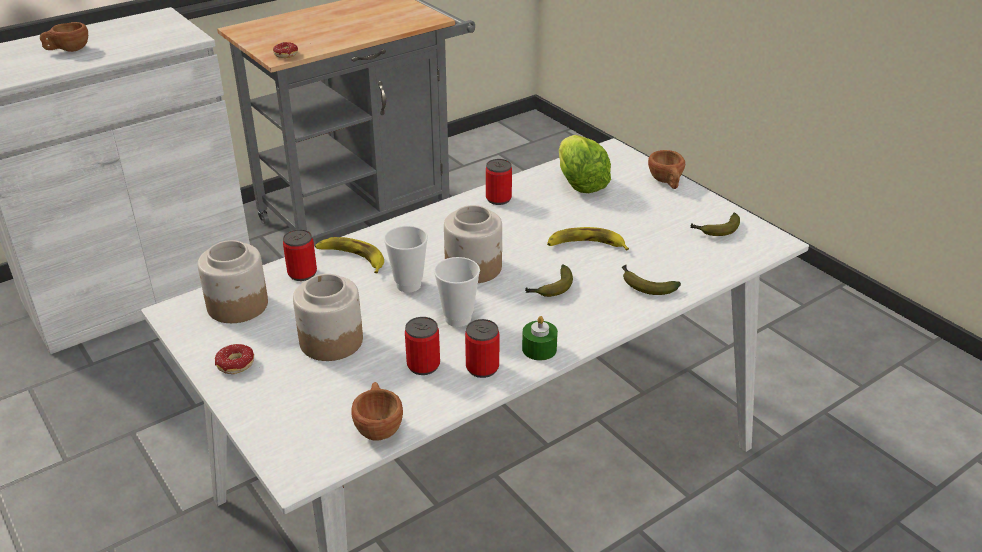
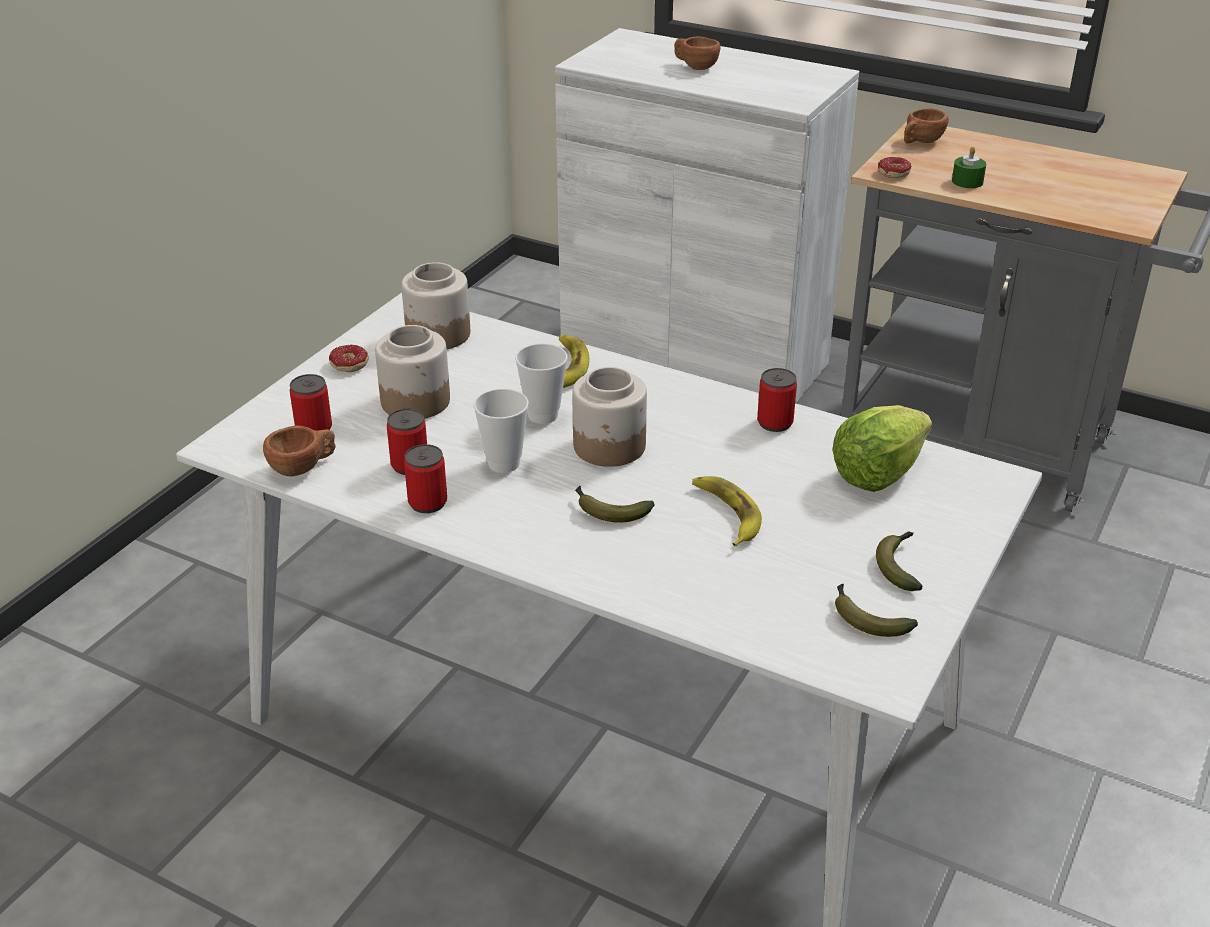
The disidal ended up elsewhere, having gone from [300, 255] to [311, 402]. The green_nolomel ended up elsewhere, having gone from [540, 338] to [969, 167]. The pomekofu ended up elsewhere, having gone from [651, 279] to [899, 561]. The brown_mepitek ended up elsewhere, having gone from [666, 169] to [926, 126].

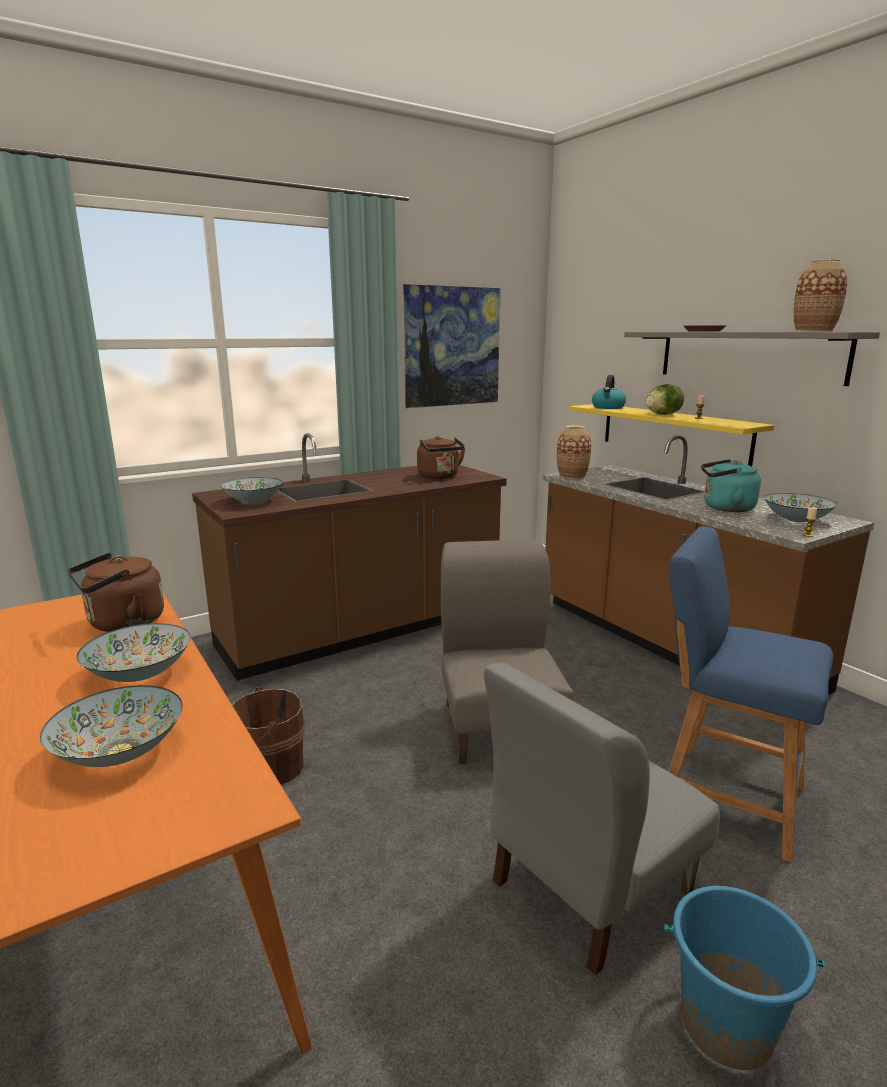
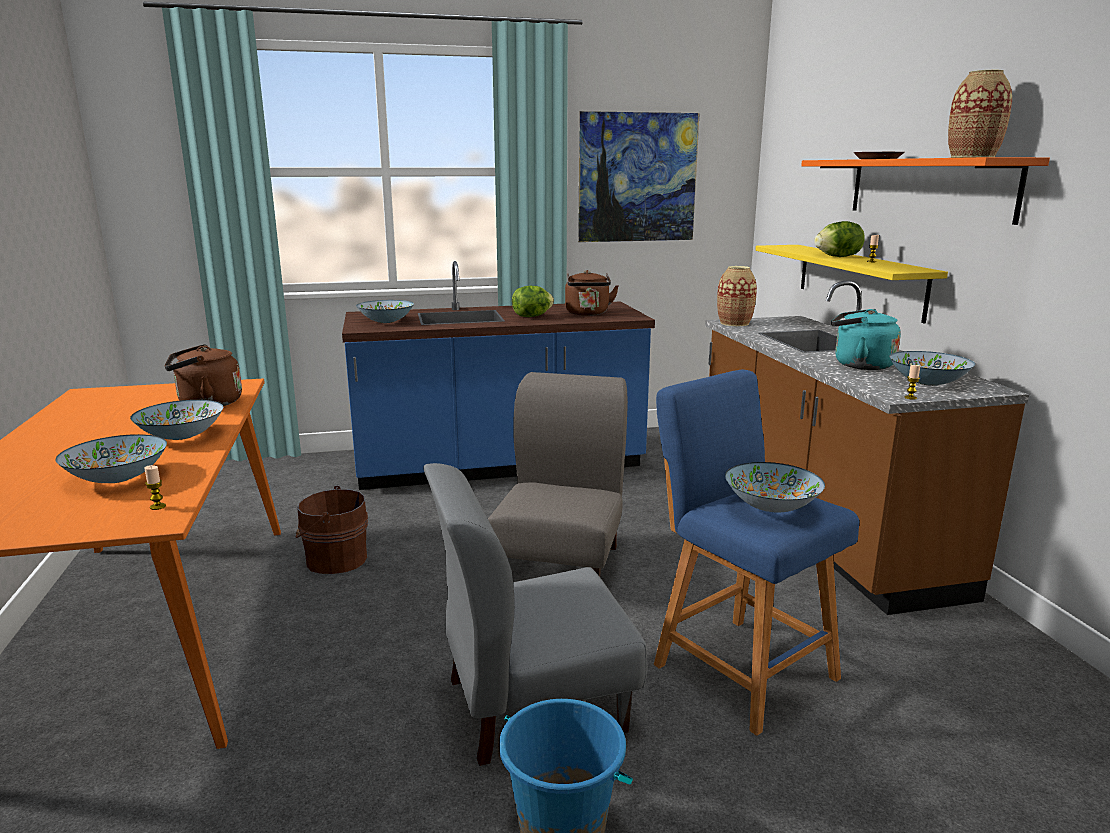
The second view lost the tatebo at [609, 392]. The second view gained the nolomel at [155, 487]. The second view gained the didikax at [533, 301]. The second view gained the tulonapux at [775, 487]. What was the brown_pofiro at [349, 557] turned into the blue_pofiro at [498, 375]. What was the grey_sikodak at [752, 359] turned into the orange_sikodak at [925, 191].

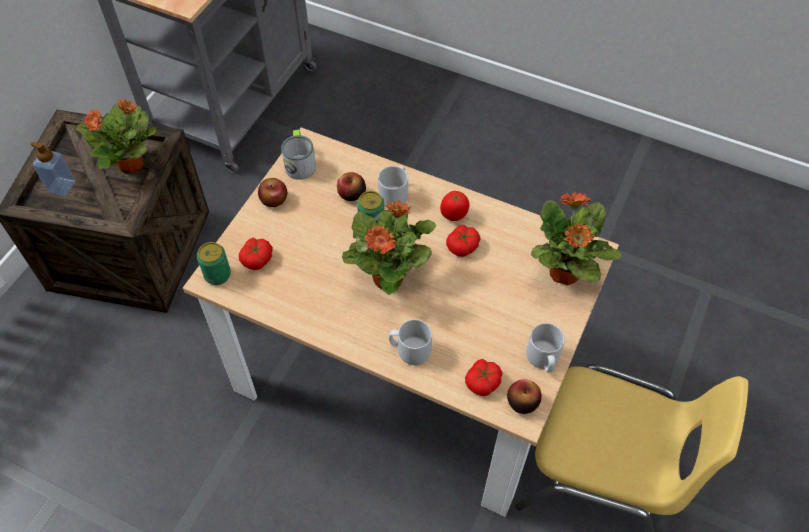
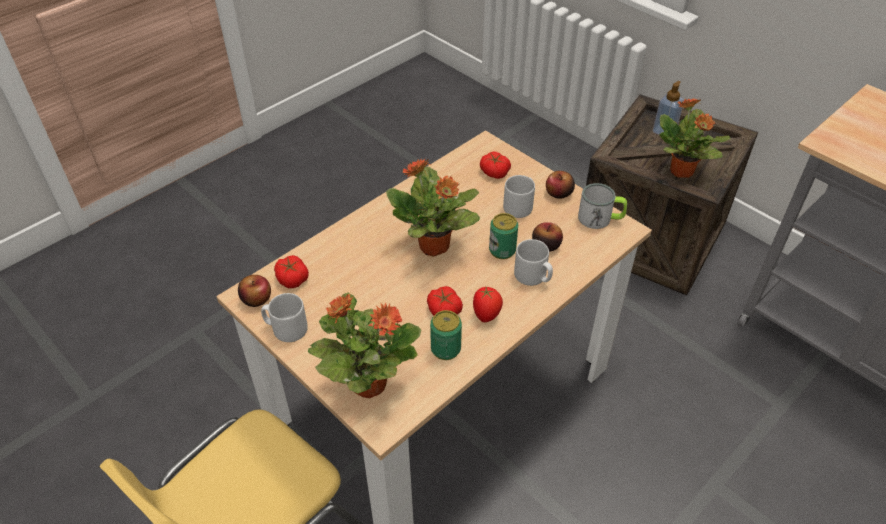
The disidal ended up elsewhere, having gone from [214, 263] to [446, 335]. The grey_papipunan ended up elsewhere, having gone from [410, 342] to [519, 196].

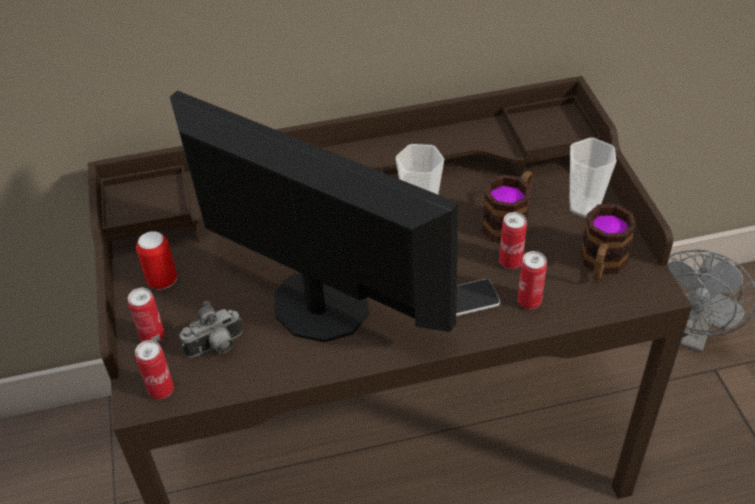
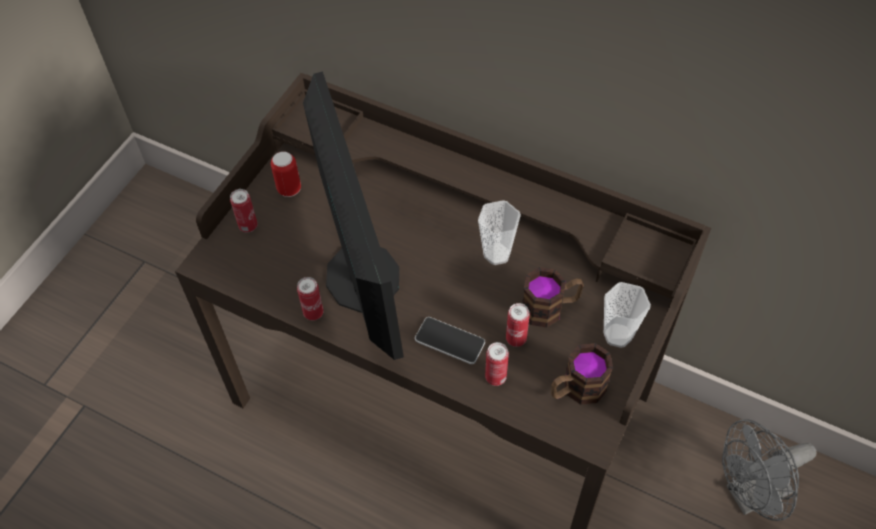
The second view lost the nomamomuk at [210, 329]. The disidal ended up elsewhere, having gone from [154, 369] to [310, 299].

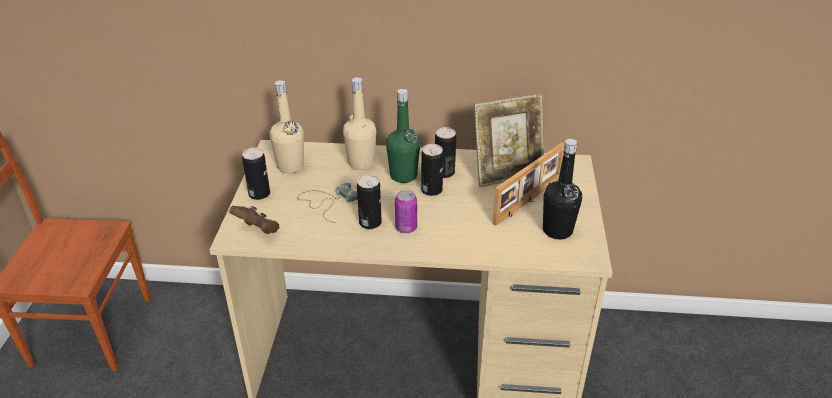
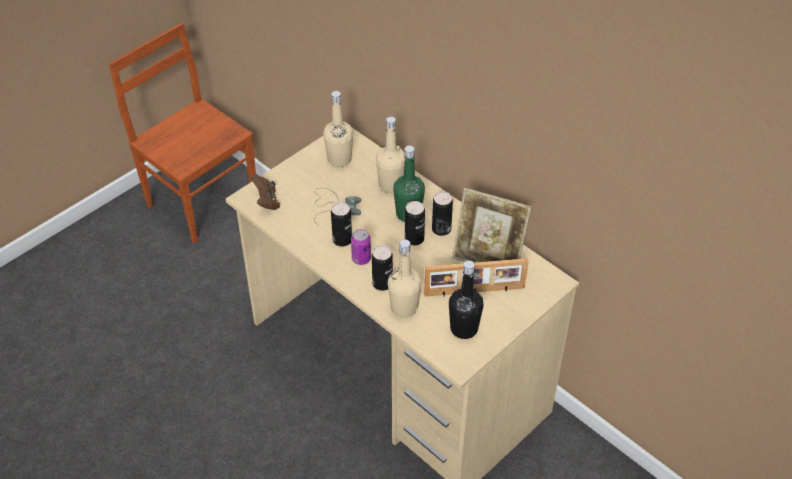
The second view gained the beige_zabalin at [405, 278]. The disidal ended up elsewhere, having gone from [256, 173] to [382, 268].

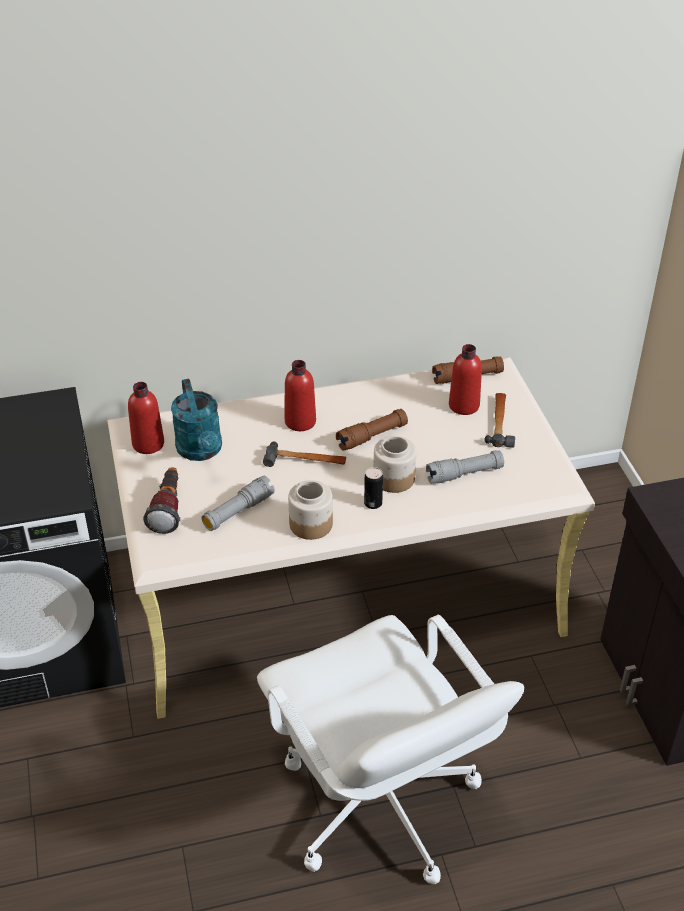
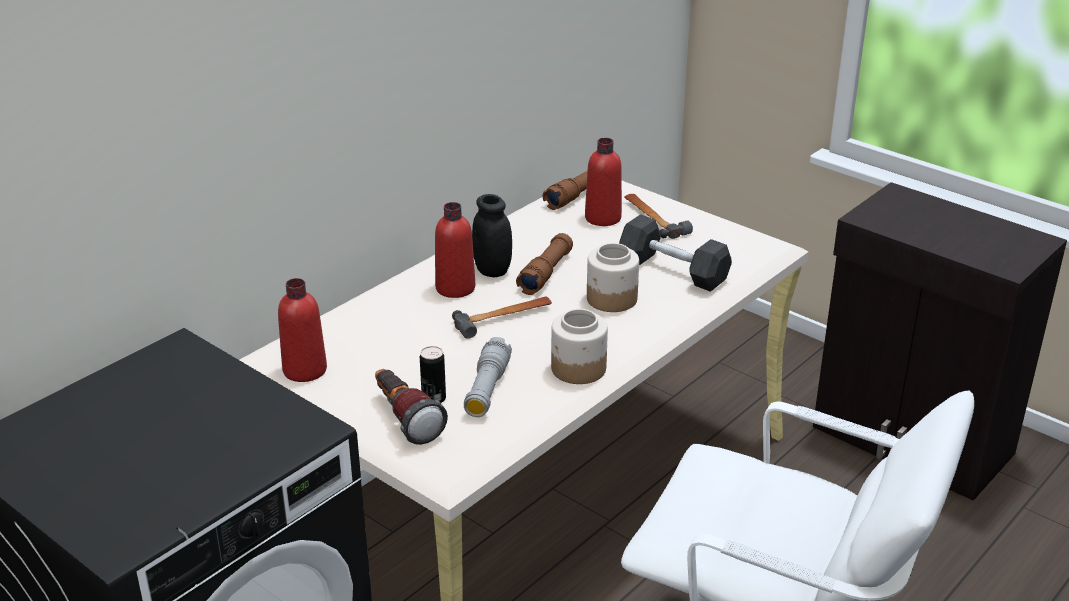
The second view lost the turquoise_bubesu at [196, 420]. The second view gained the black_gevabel at [492, 235]. The disidal ended up elsewhere, having gone from [373, 488] to [433, 374]. Where the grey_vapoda stood at [465, 467], the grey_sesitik came to stand at [675, 253].

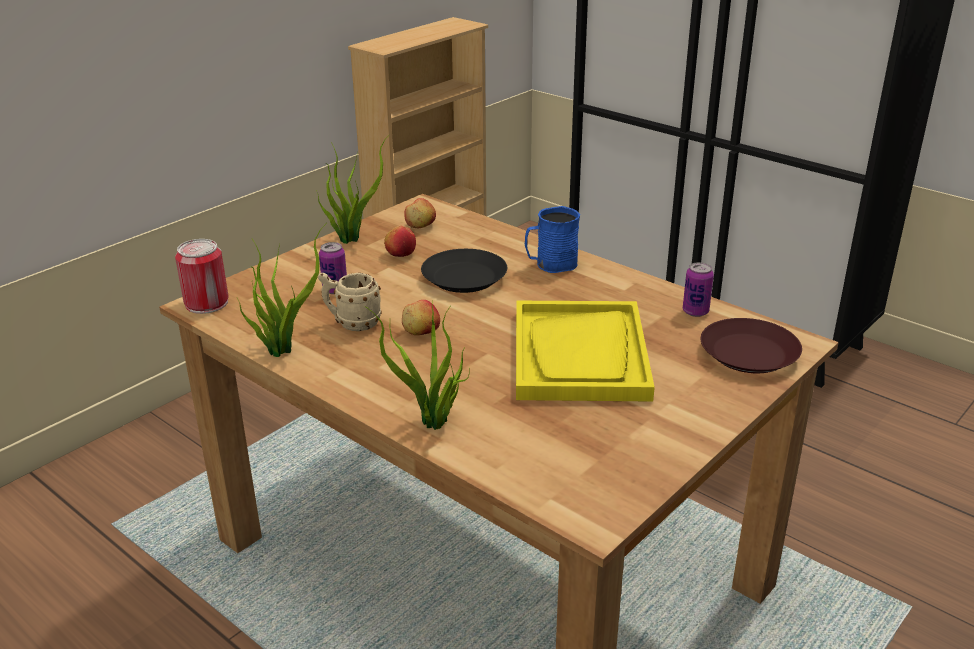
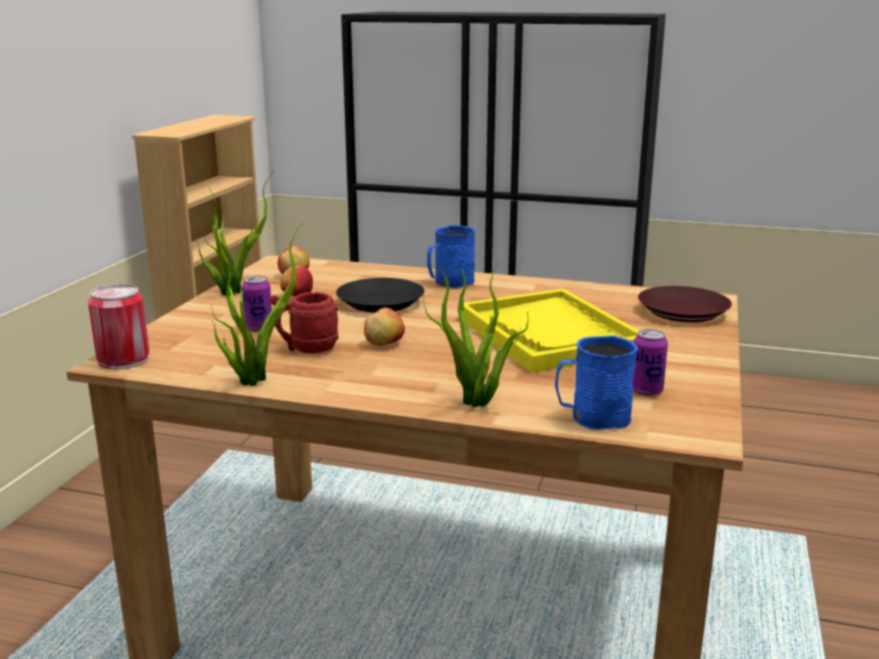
The second view gained the blue_papipunan at [596, 382]. The disidal ended up elsewhere, having gone from [698, 289] to [650, 362]. What was the beige_papipunan at [350, 302] turned into the red_papipunan at [304, 322].

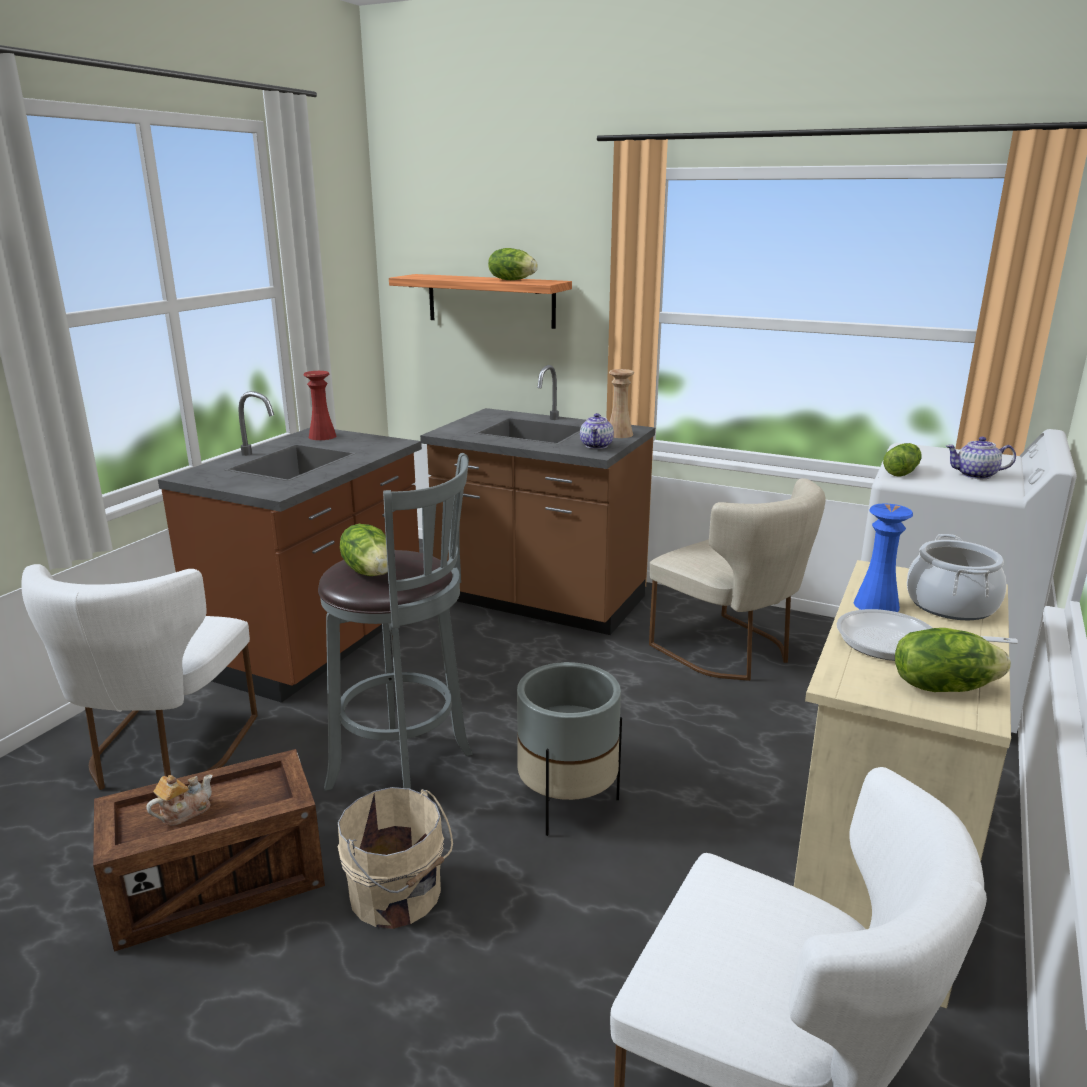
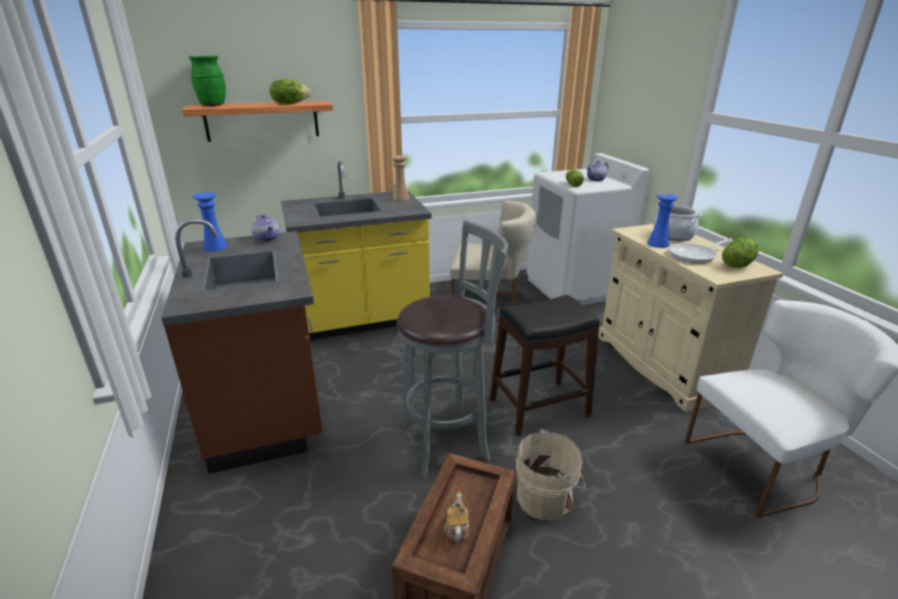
The second view lost the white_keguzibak at [139, 677]. The second view lost the didikax at [364, 550]. The second view gained the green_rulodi at [207, 81]. The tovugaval ended up elsewhere, having gone from [597, 431] to [265, 228]. Where the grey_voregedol stood at [569, 749], the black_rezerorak came to stand at [545, 365]. What was the red_rulodi at [319, 405] turned into the blue_rulodi at [210, 221]. What was the brown_pofiro at [537, 500] turned into the yellow_pofiro at [356, 250].

